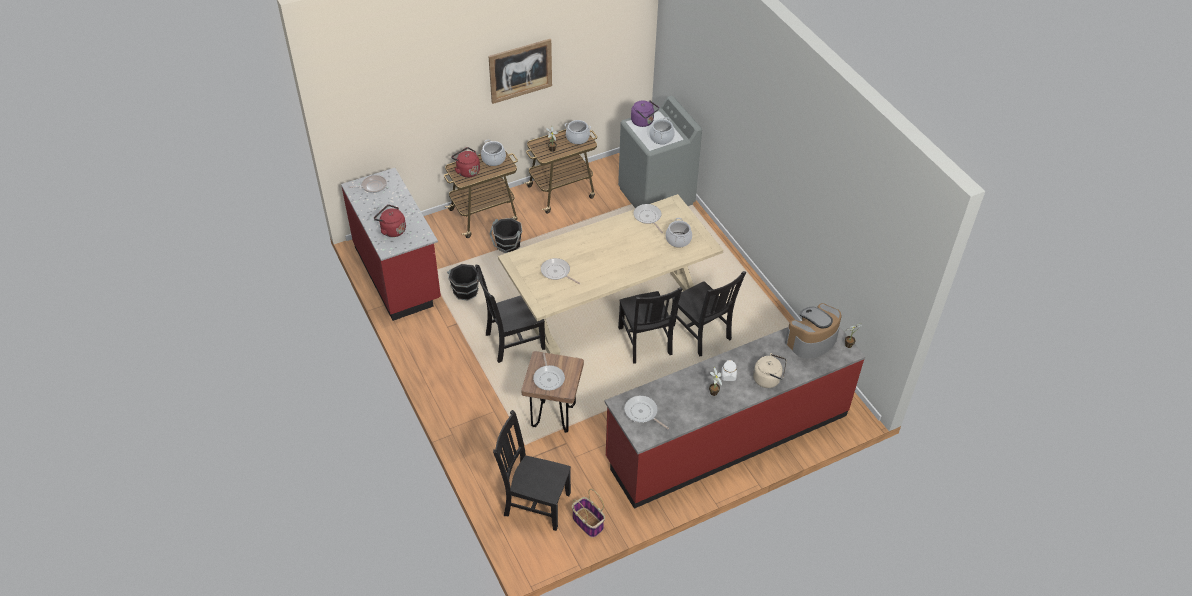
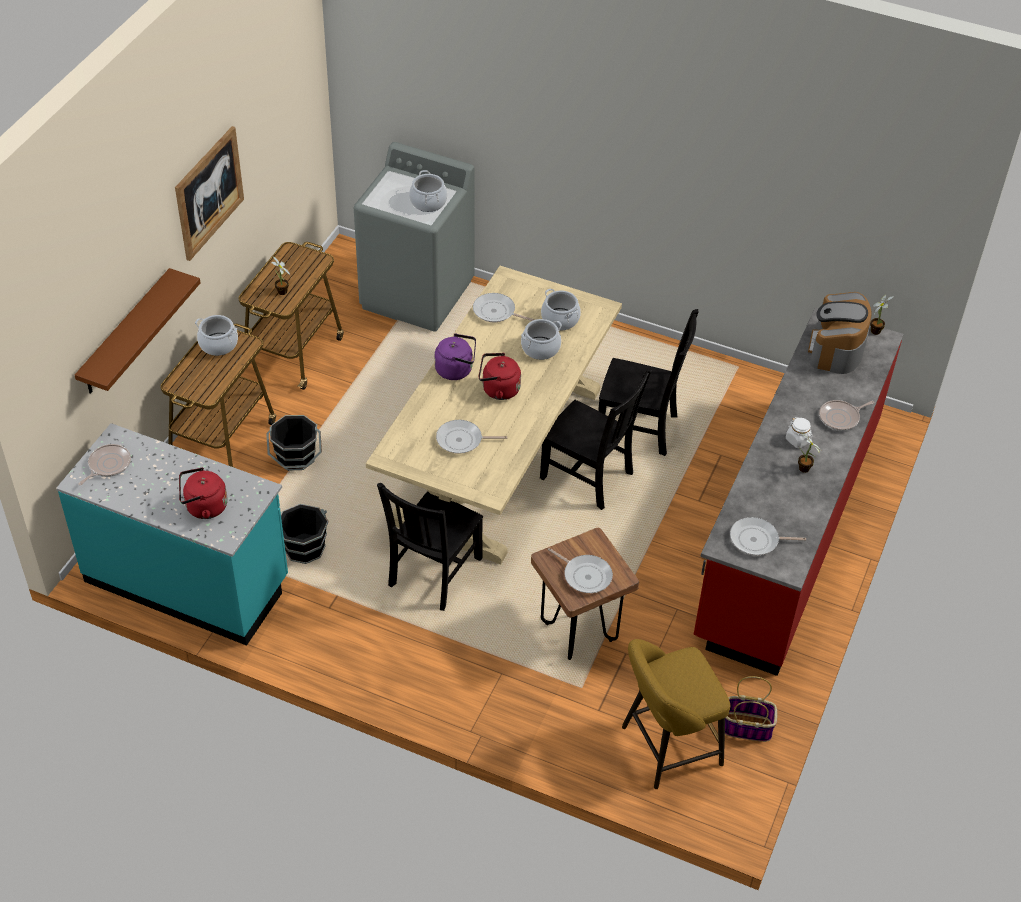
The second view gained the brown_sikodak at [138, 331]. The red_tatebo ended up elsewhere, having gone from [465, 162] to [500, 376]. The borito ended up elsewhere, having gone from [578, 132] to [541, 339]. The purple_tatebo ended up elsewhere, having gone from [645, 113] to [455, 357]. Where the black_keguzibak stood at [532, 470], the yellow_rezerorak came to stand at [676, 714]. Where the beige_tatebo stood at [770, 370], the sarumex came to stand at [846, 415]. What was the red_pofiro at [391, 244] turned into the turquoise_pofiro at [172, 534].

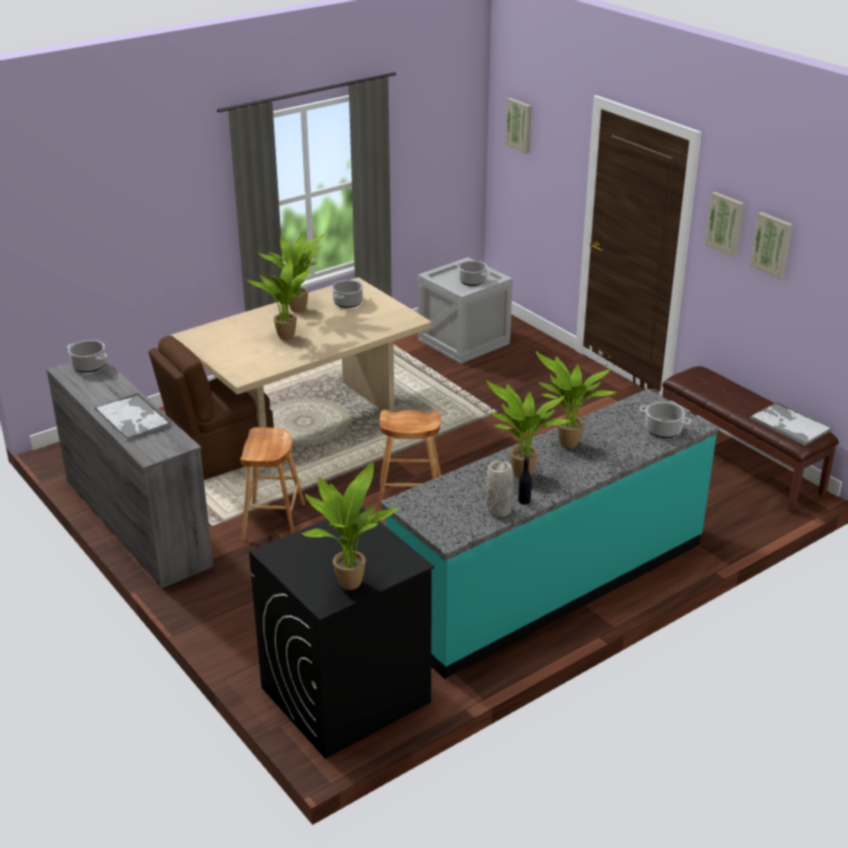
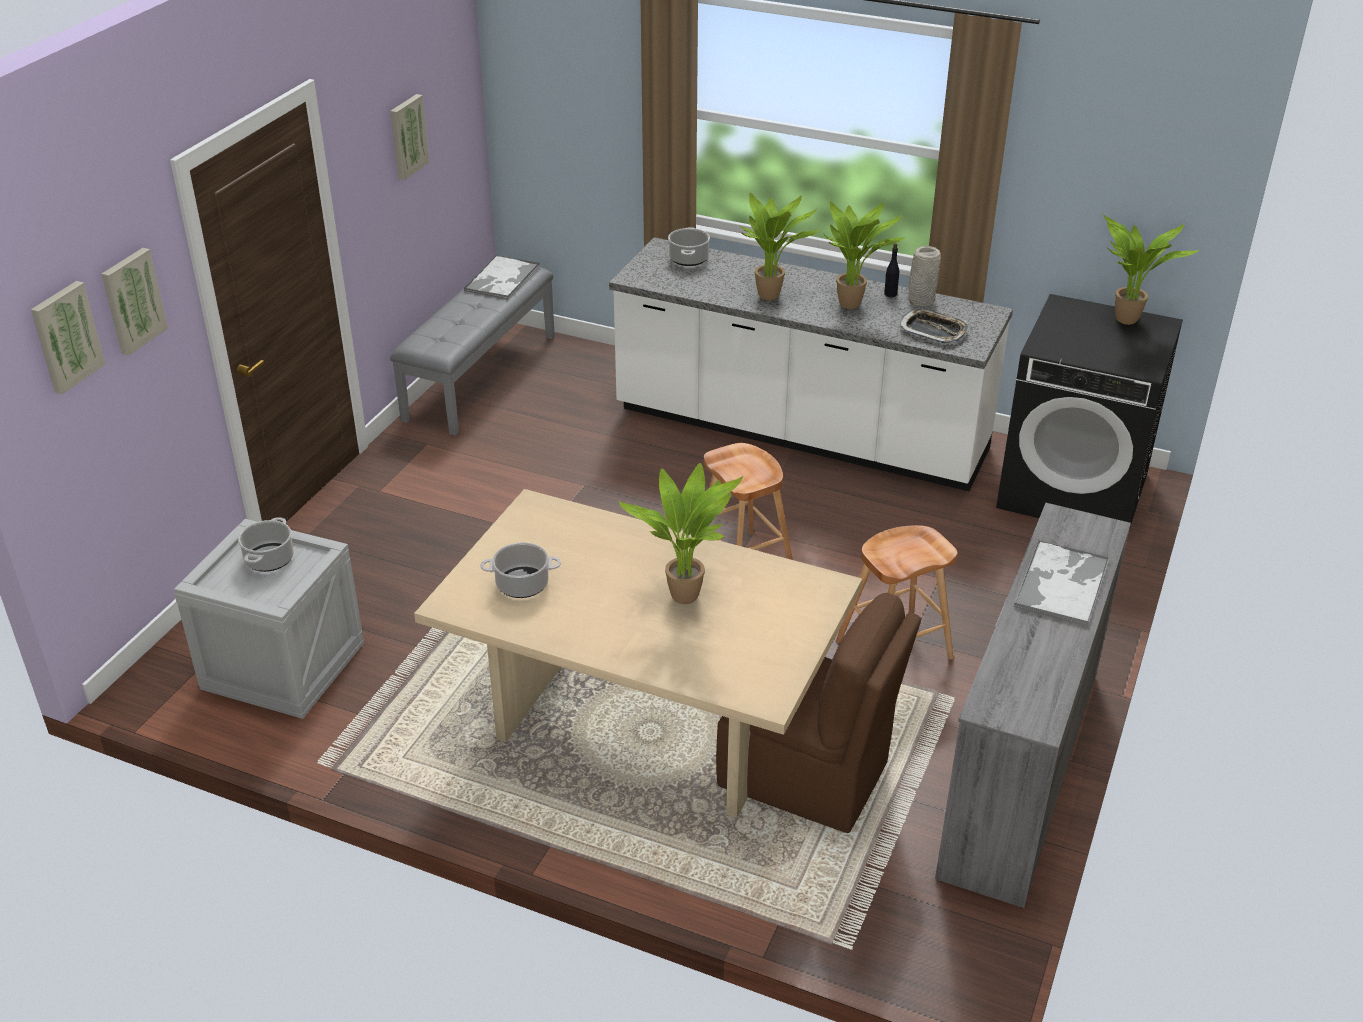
The second view lost the borito at [87, 356]. The second view lost the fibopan at [292, 272]. The second view gained the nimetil at [934, 326]. The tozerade ended up elsewhere, having gone from [725, 224] to [134, 302]. What was the turquoise_pofiro at [549, 534] turned into the white_pofiro at [811, 364]. What was the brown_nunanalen at [750, 439] turned into the grey_nunanalen at [472, 351].

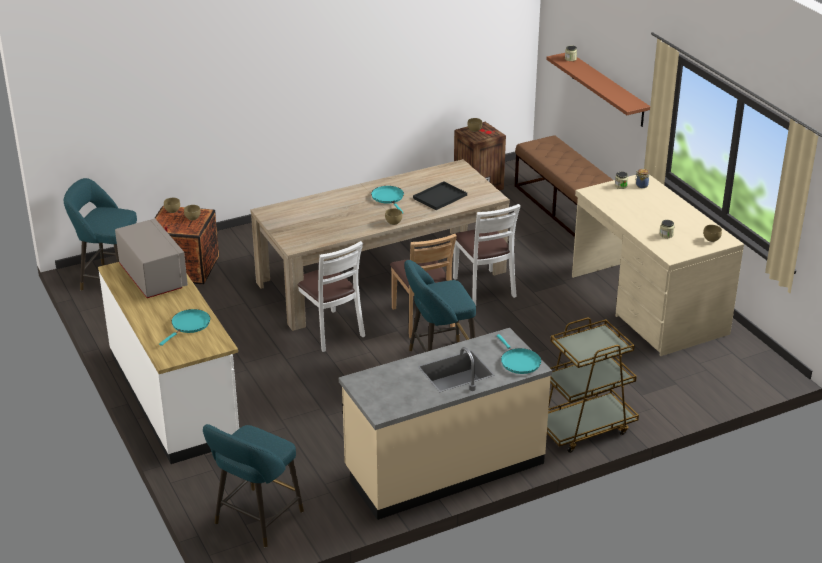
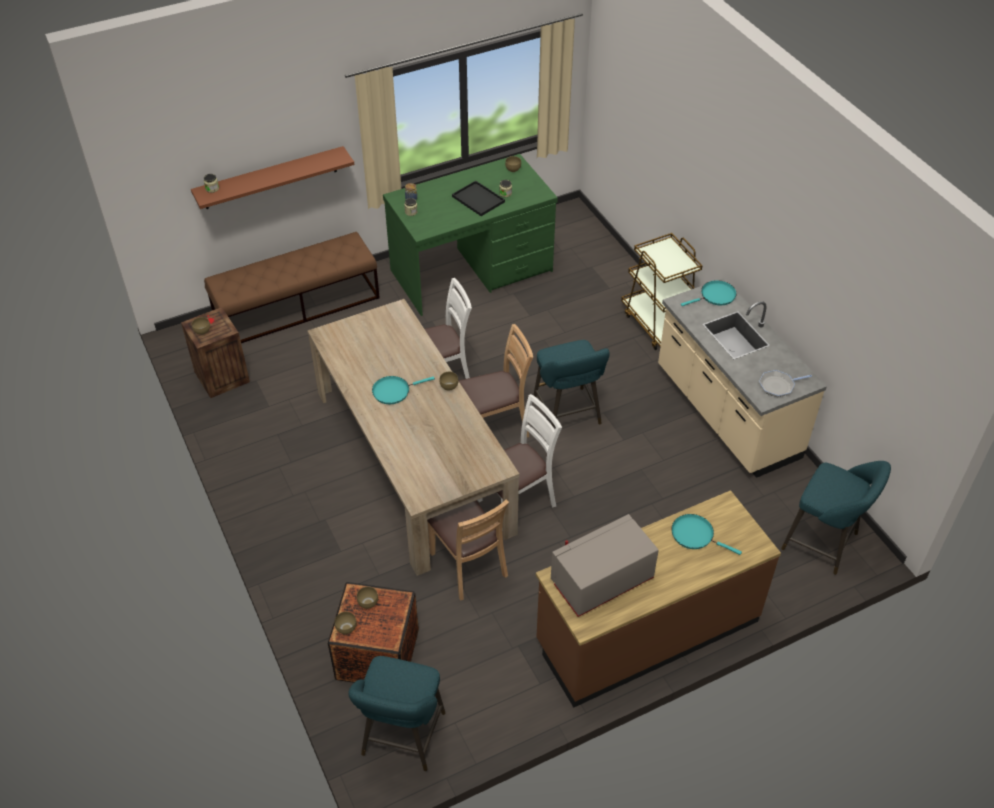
The second view gained the brown_keguzibak at [468, 550]. The second view gained the sarumex at [785, 383]. The black_nimetil ended up elsewhere, having gone from [440, 195] to [478, 198]. What was the white_pofiro at [168, 363] turned into the brown_pofiro at [658, 598]. What was the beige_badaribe at [658, 265] turned into the green_badaribe at [470, 235].

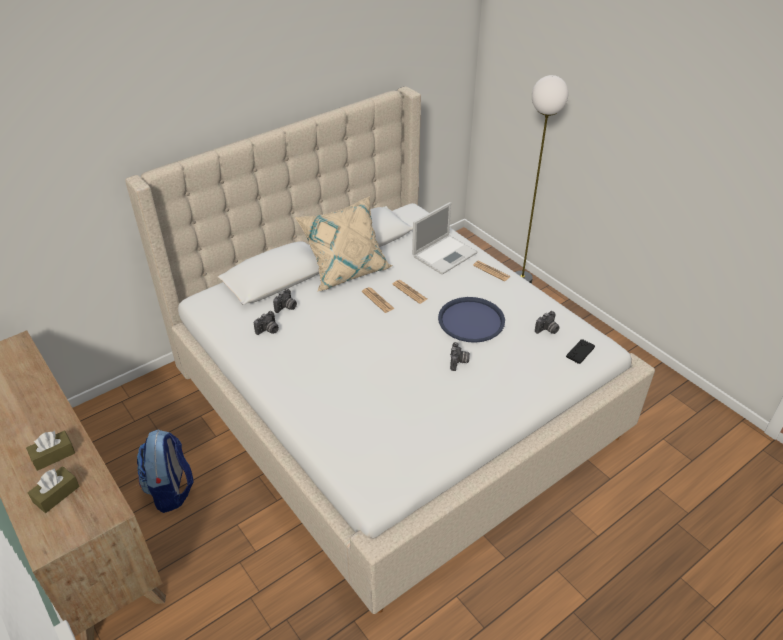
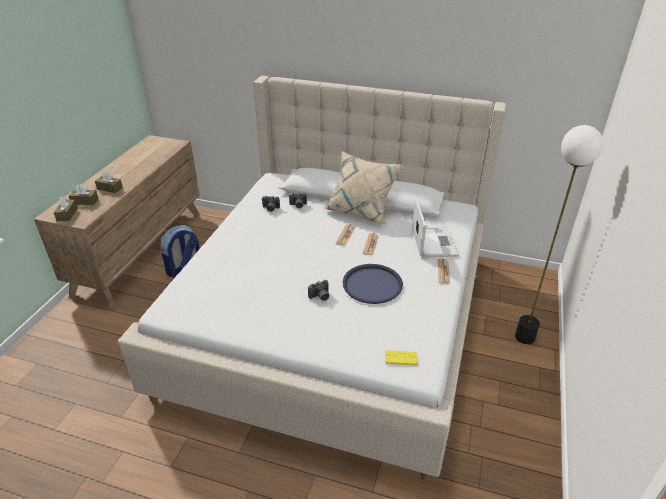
The second view lost the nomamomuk at [547, 322]. The second view gained the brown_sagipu at [66, 209]. What was the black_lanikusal at [580, 351] turned into the yellow_lanikusal at [401, 357]. The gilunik at [445, 238] ended up facing another way, 105 degrees counterclockwise from before.

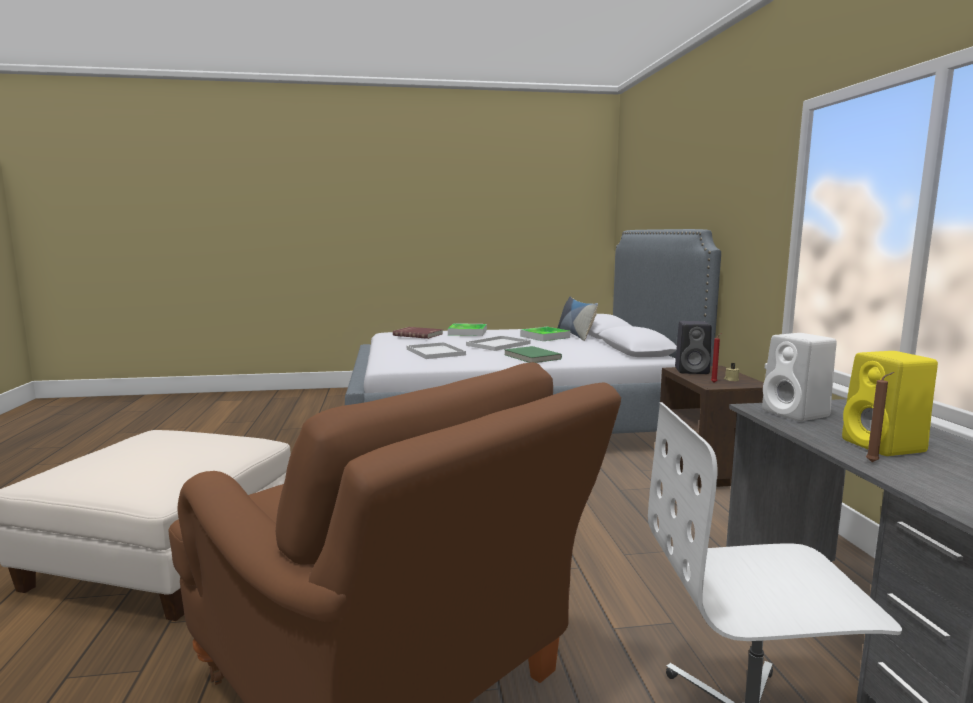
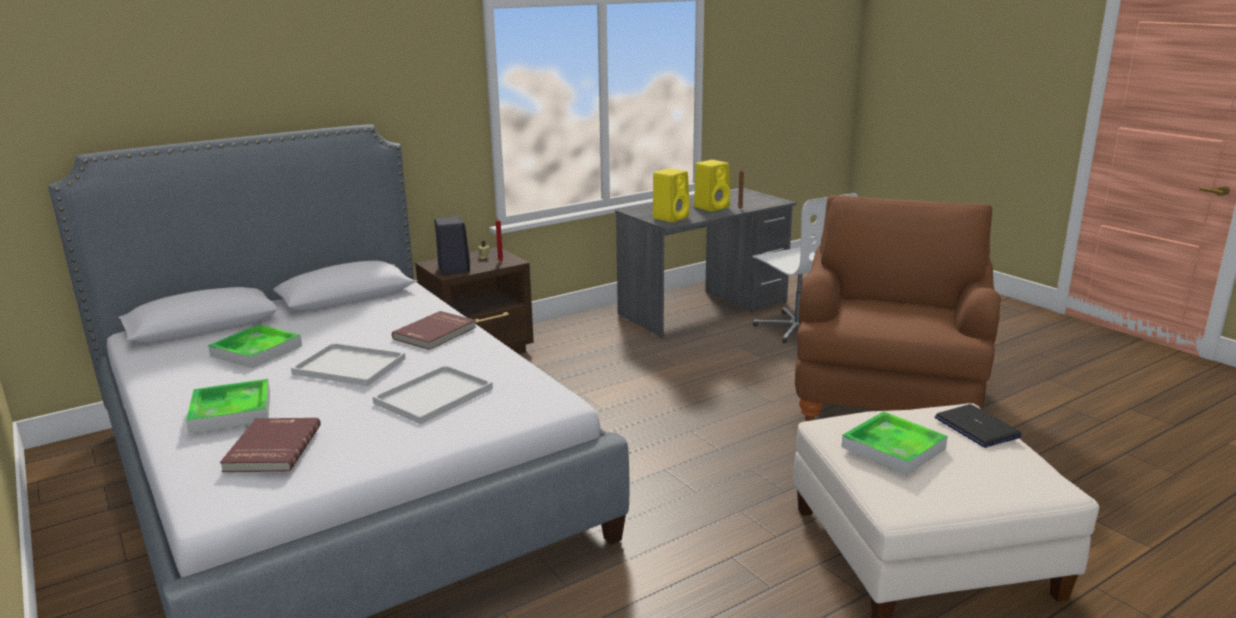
The second view lost the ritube at [577, 318]. The second view gained the nimetil at [895, 443]. The second view gained the gilunik at [978, 426]. What was the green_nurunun at [533, 354] turned into the red_nurunun at [434, 330]. What was the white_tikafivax at [799, 377] turned into the yellow_tikafivax at [671, 195].

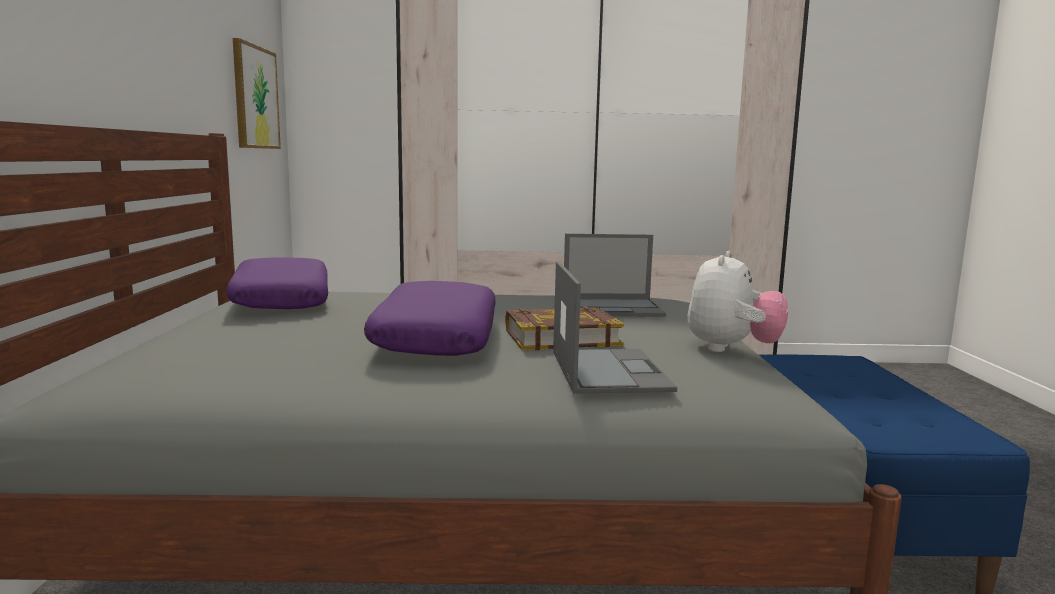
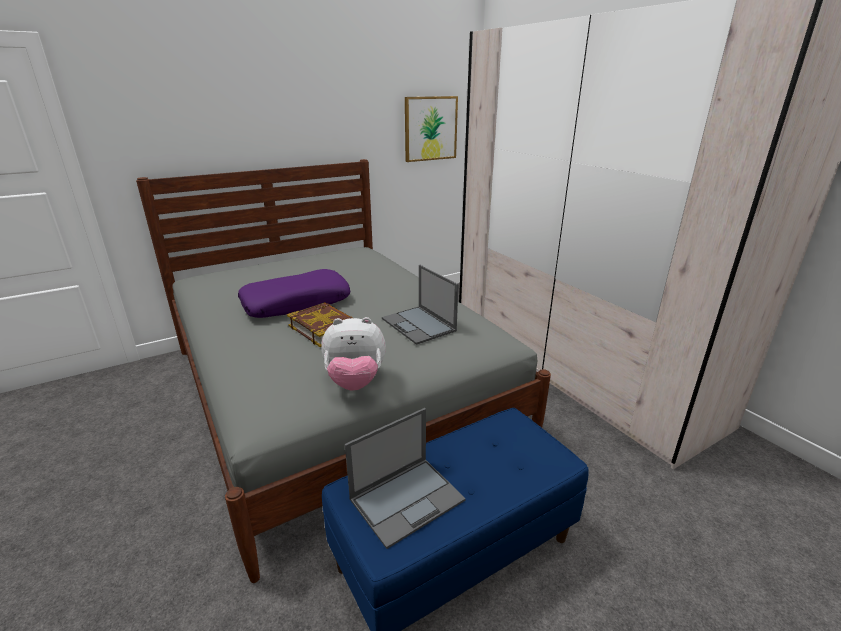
The second view lost the purple_ritube at [277, 283]. The gilunik ended up elsewhere, having gone from [615, 328] to [405, 478].

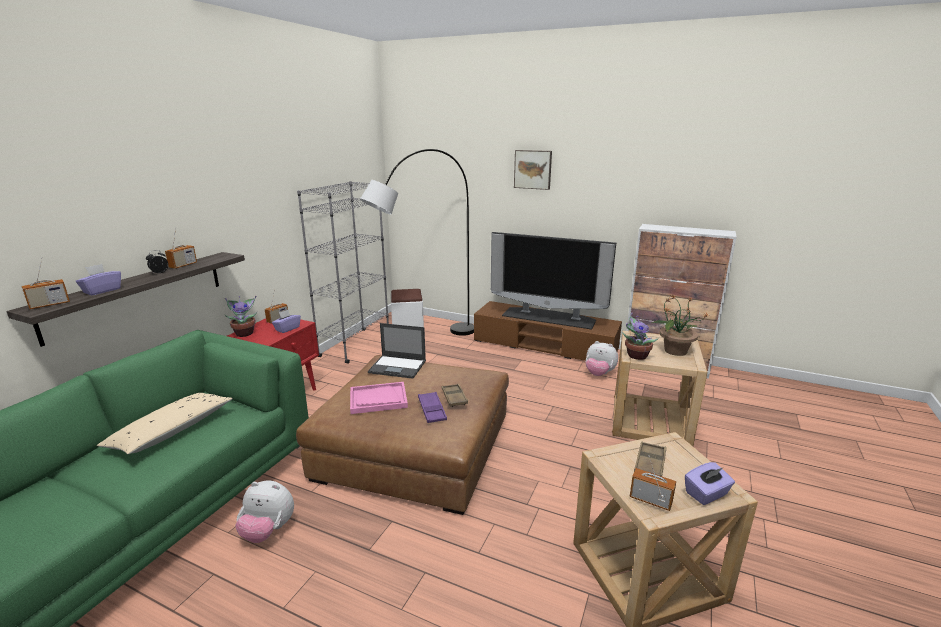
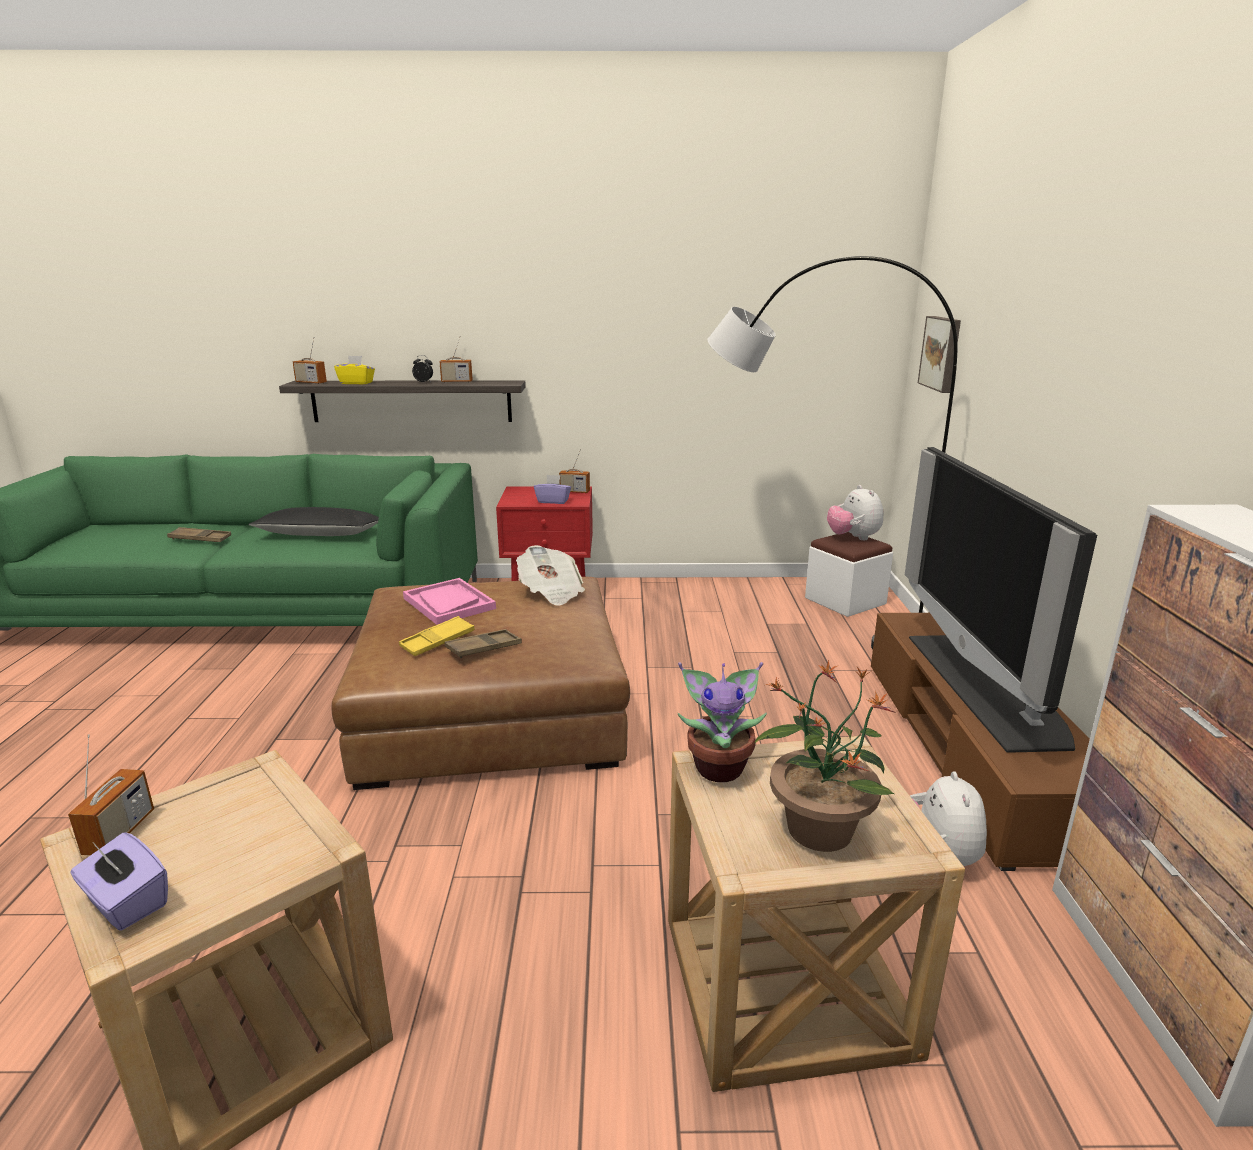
The second view lost the fibopan at [241, 316]. The second view lost the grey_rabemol at [343, 272]. The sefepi ended up elsewhere, having gone from [264, 511] to [855, 512]. The tozerade ended up elsewhere, having gone from [533, 170] to [939, 354]. The brown_nimetil ended up elsewhere, having gone from [650, 459] to [199, 534]. Where the gilunik stood at [397, 351], the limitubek came to stand at [550, 575]. What was the purple_sagipu at [98, 280] turned into the yellow_sagipu at [354, 370]. What was the beige_ritube at [165, 423] turned into the black_ritube at [313, 521]. What was the purple_nimetil at [432, 407] turned into the yellow_nimetil at [437, 636].

